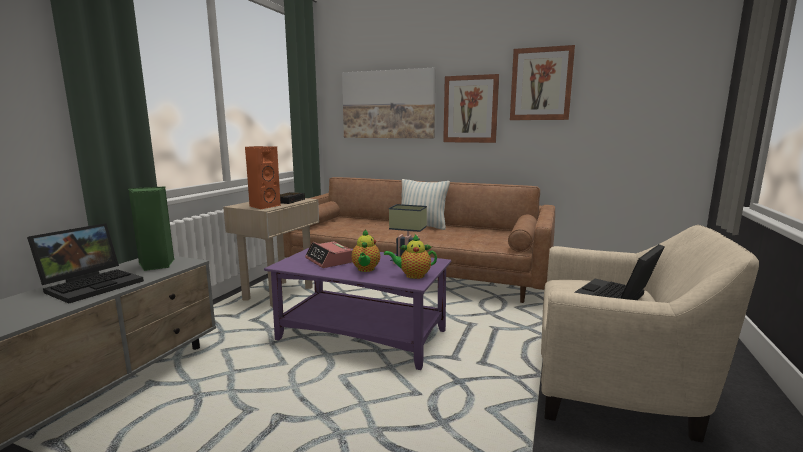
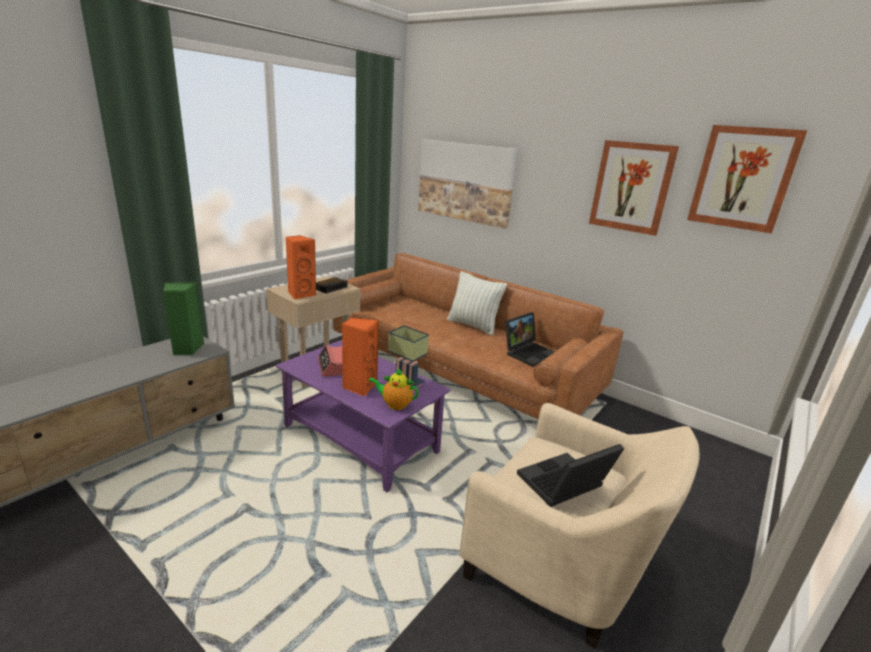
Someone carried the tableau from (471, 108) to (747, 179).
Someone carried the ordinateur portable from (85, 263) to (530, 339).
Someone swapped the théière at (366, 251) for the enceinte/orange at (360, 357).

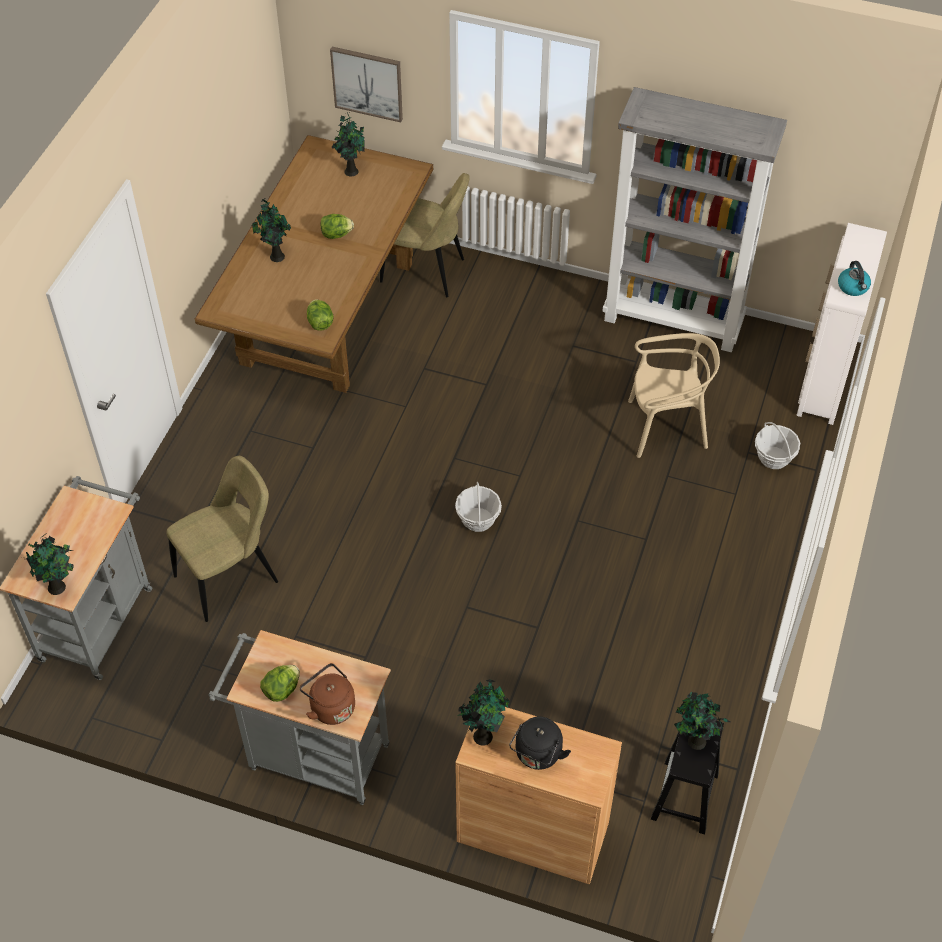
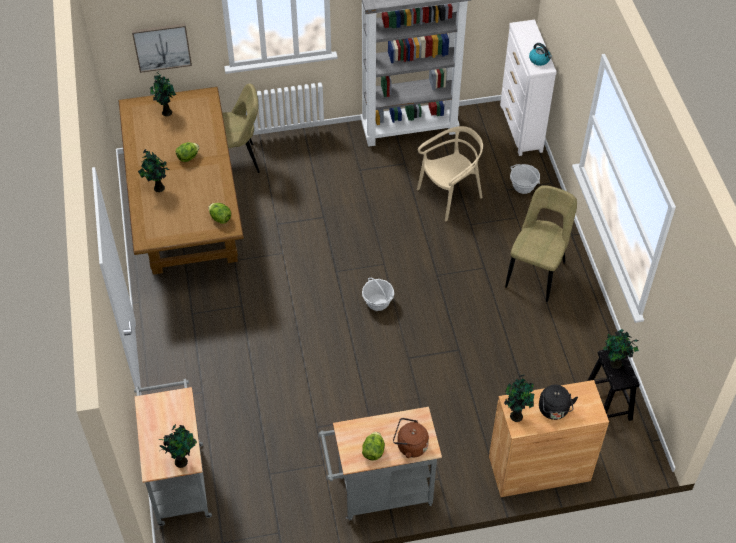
Someone carried the chaise/beige from (222, 539) to (541, 243).

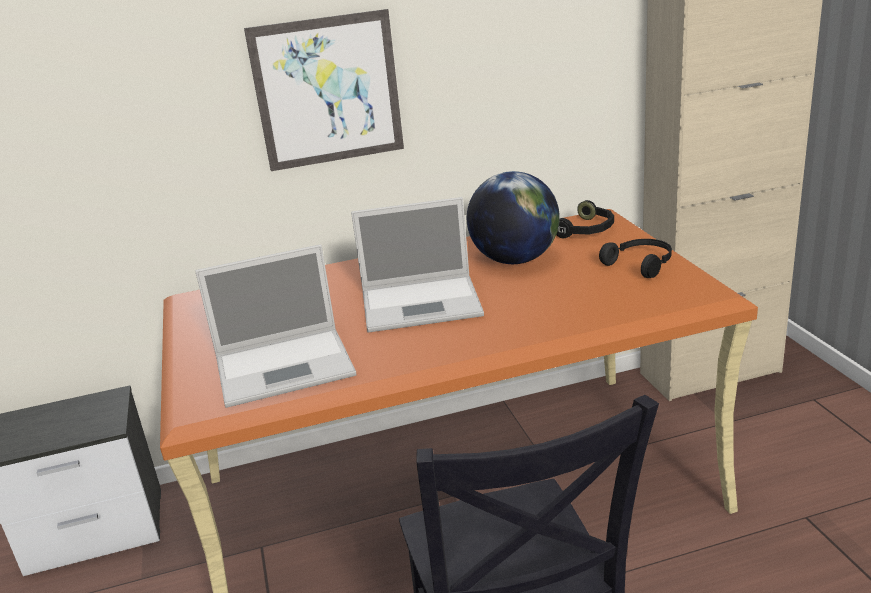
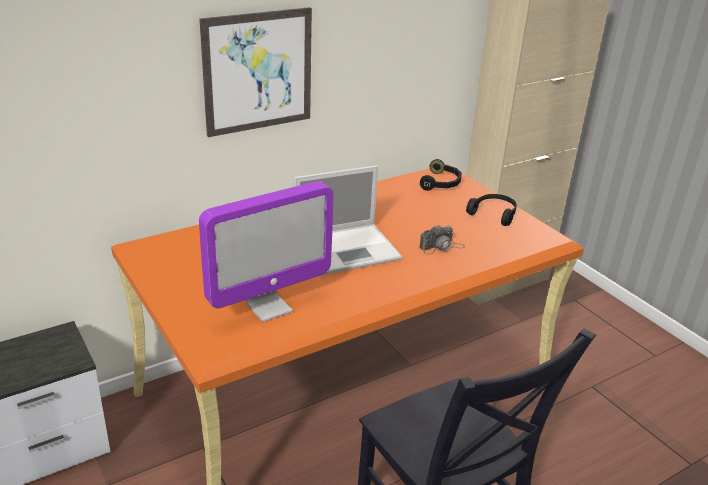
Someone took away the globe at (513, 217).
Someone swapped the ordinateur portable at (275, 326) for the écran d'ordinateur at (266, 251).
Someone put down the appareil photo at (442, 240).

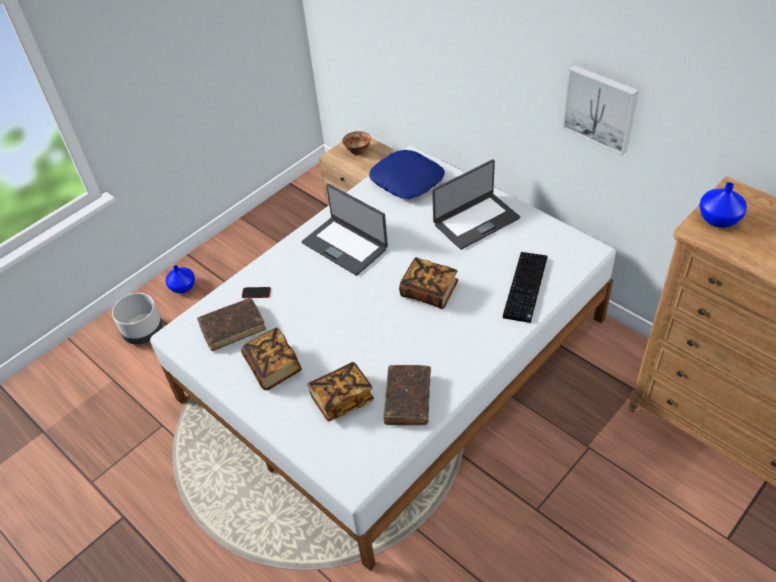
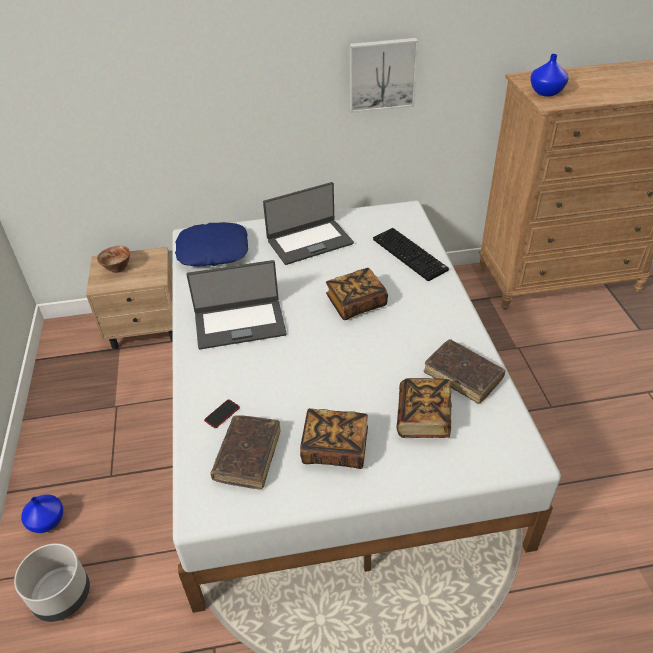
Someone rotated the ordinateur portable at (476, 205) by 60 degrees clockwise.

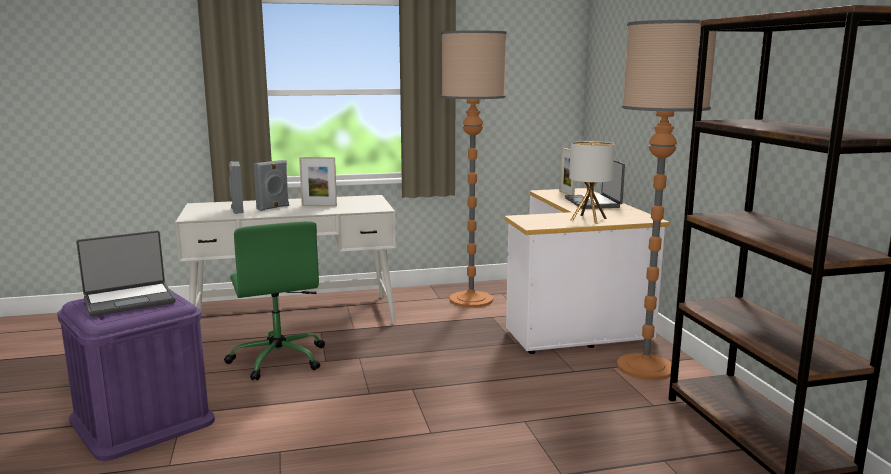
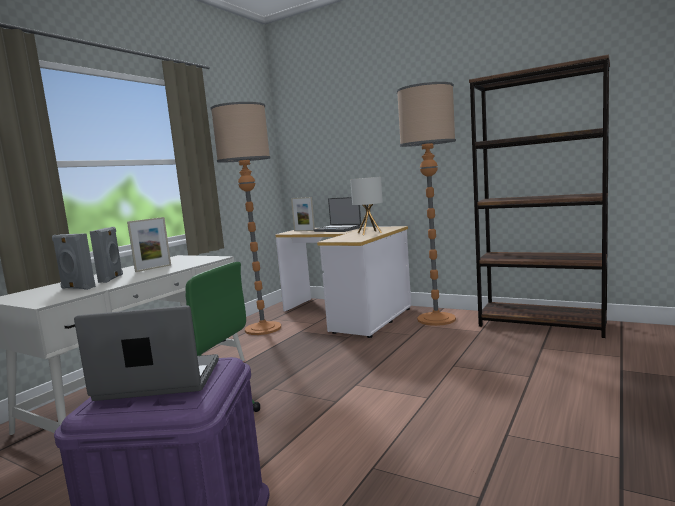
Someone rotated the ordinateur portable at (126, 273) by 105 degrees counterclockwise.

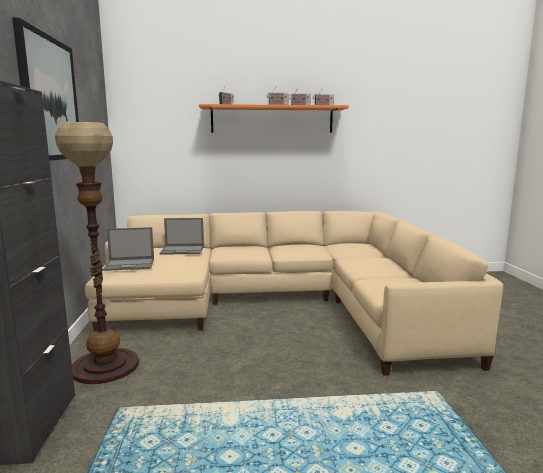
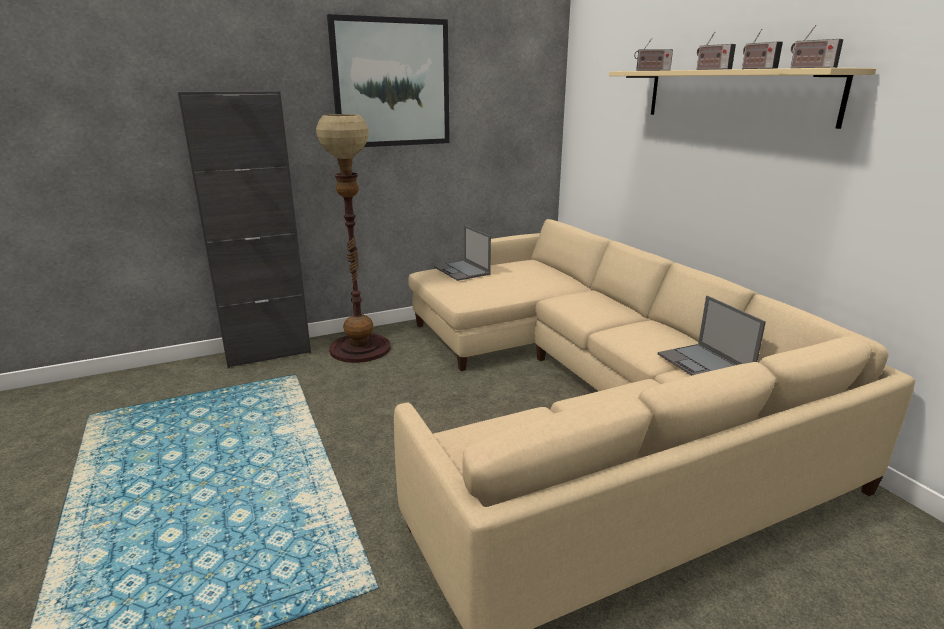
Someone repainted the étagère/orange at (274, 118), which became the étagère/beige at (742, 98).
Someone carried the ordinateur portable from (182, 236) to (712, 336).

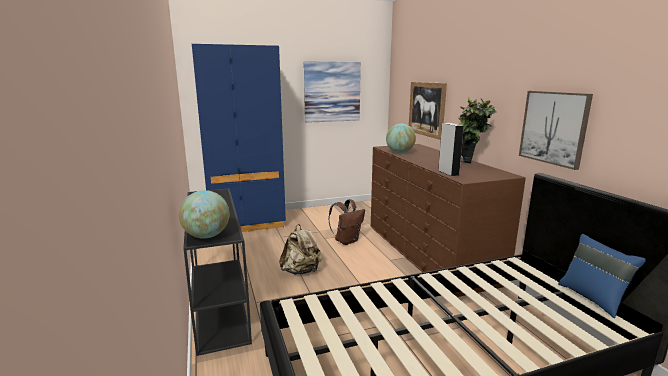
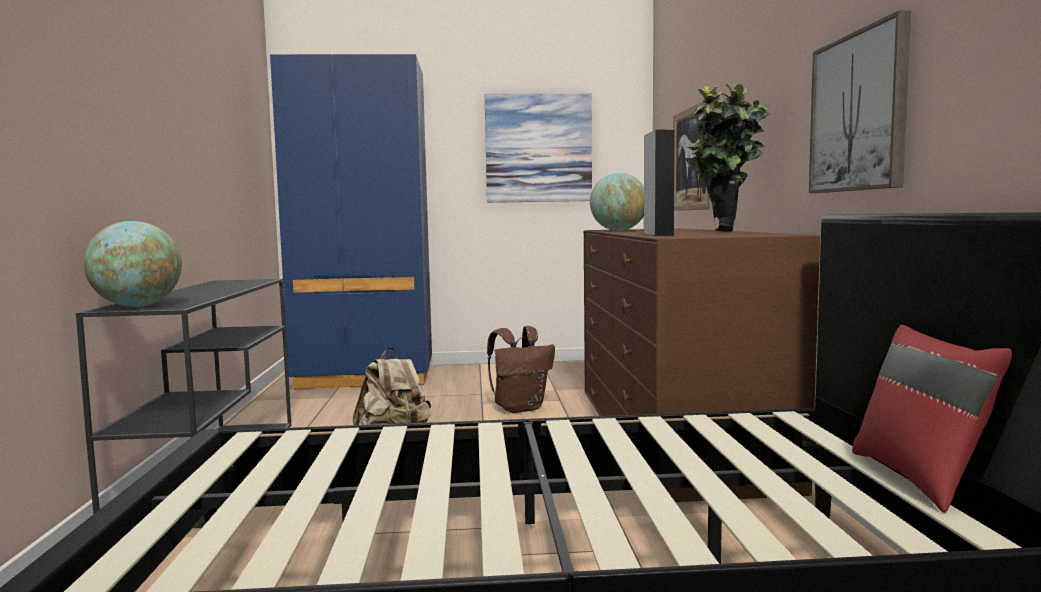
Someone repainted the coussin/bleu at (601, 276), which became the coussin/rouge at (932, 419).

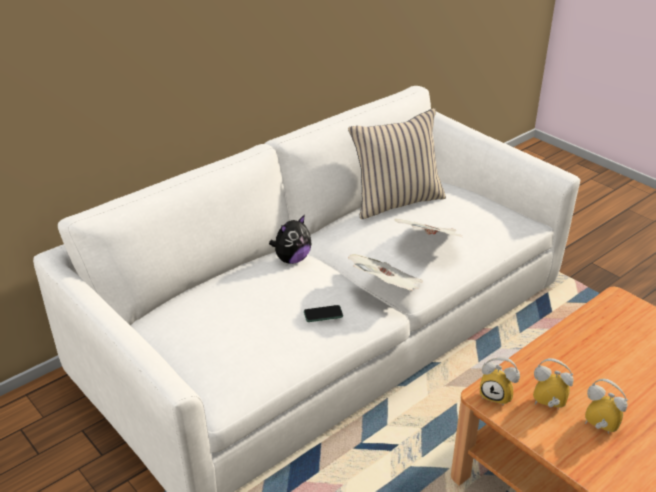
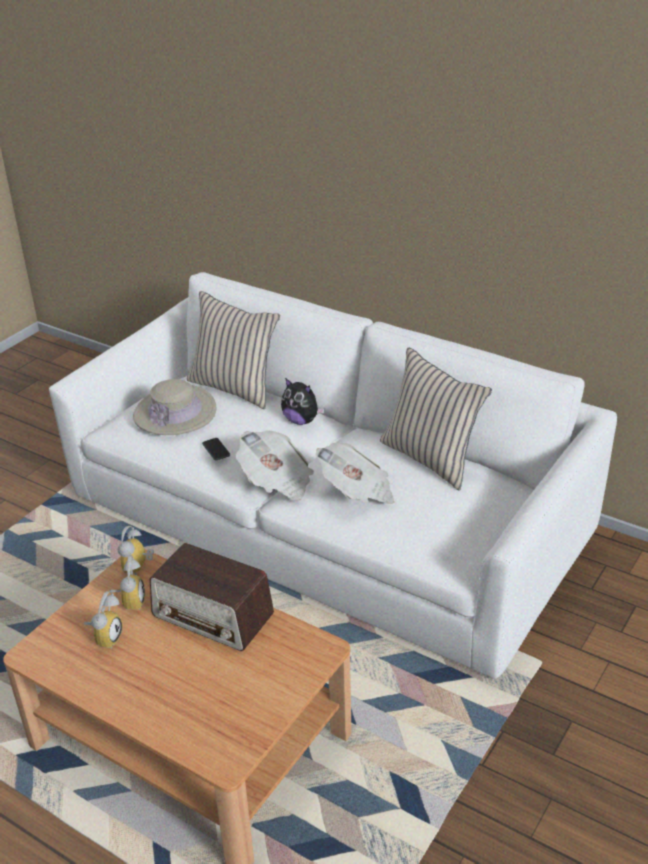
Someone put down the coussin/beige at (233, 350).
Someone put down the chapeau/beige at (174, 407).
Someone put down the radio at (212, 597).

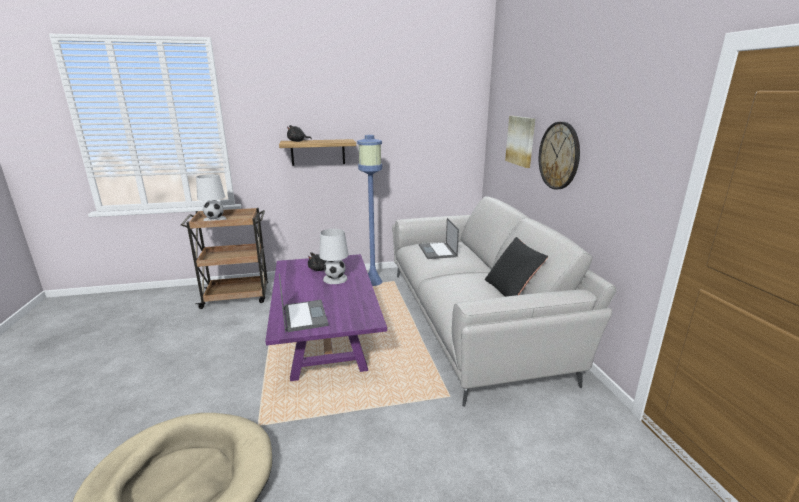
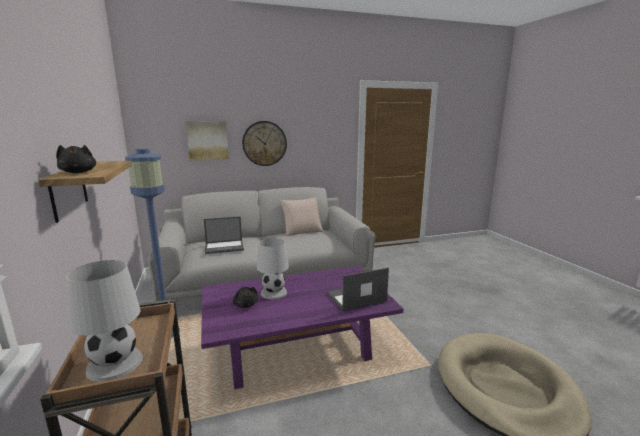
Someone repainted the coussin/noir at (516, 267), which became the coussin/beige at (302, 216).

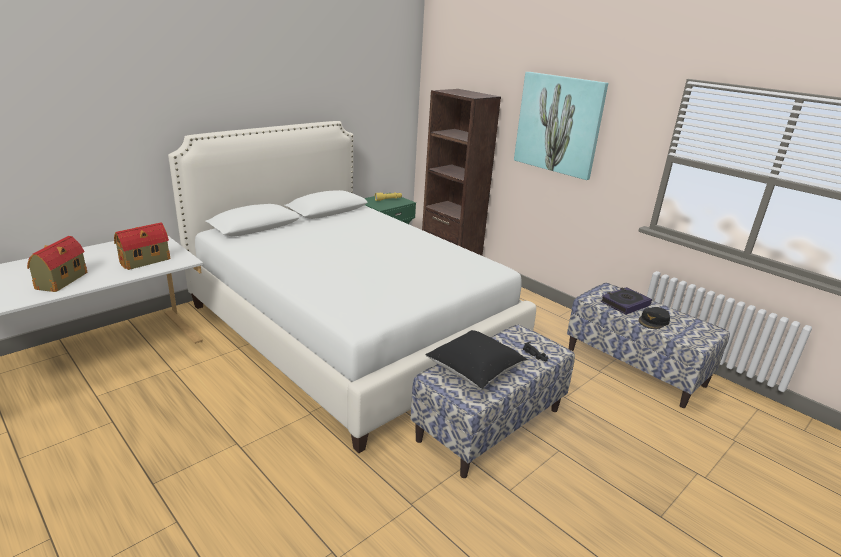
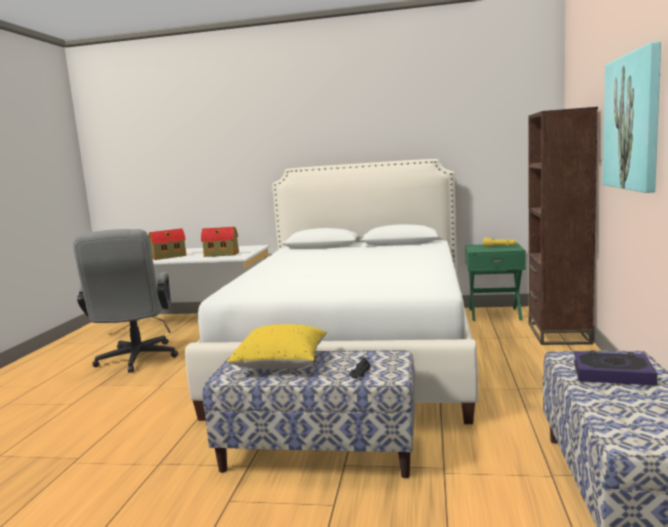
Someone took away the casquette/noir at (654, 318).
Someone repainted the coussin/noir at (476, 359), which became the coussin/jaune at (277, 346).
Someone put down the chaise de bureau/gris at (125, 301).

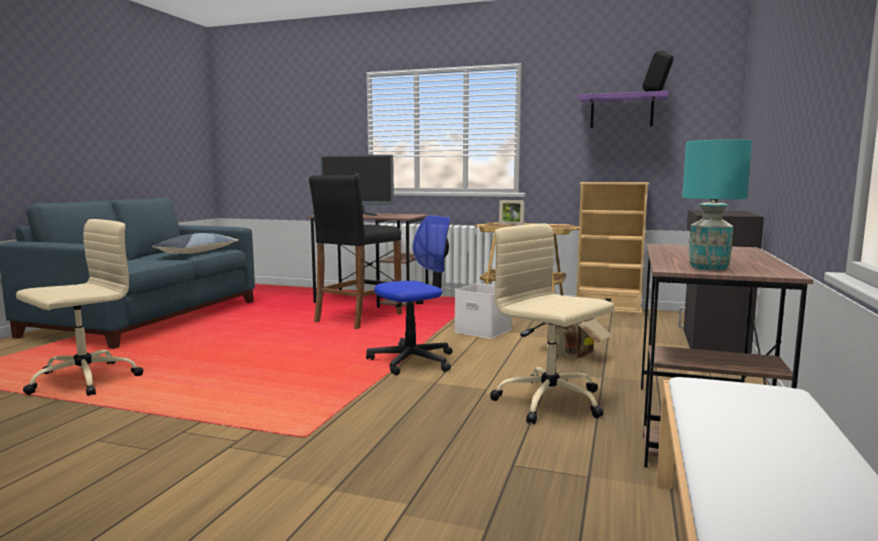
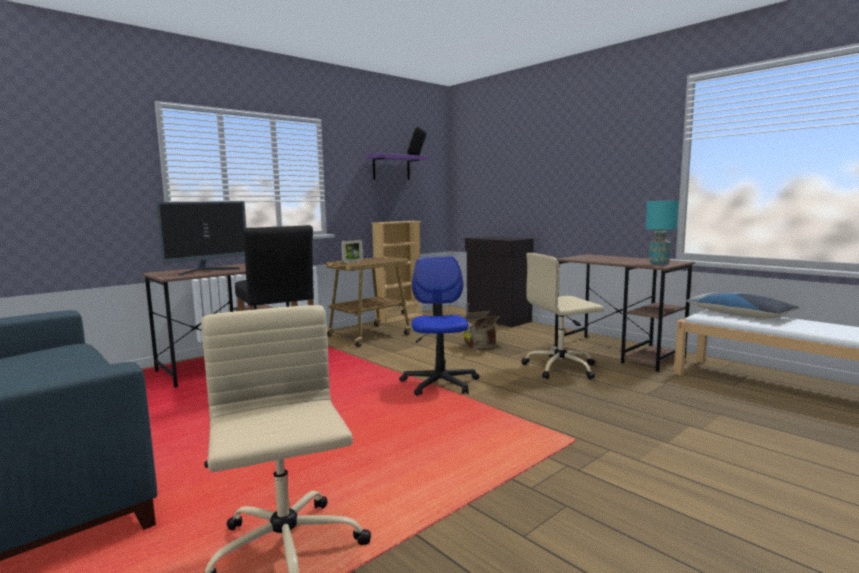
Someone carried the coussin from (195, 243) to (742, 305).
Someone took away the boîte de rangement/blanc at (483, 311).

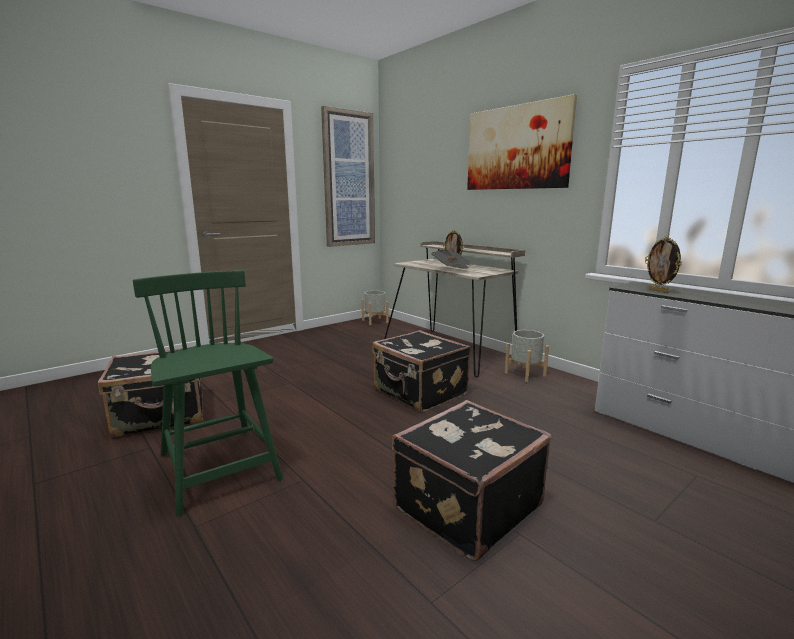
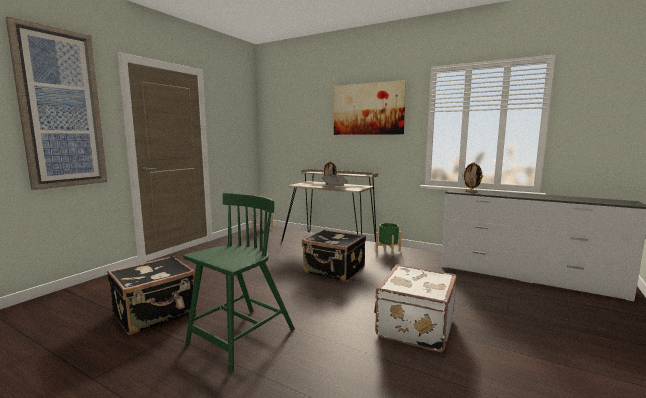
Someone carried the tableau from (348, 176) to (56, 103).
Someone rotated the chaise/vert at (208, 393) by 90 degrees clockwise.
Someone repainted the cache-pot/gris at (527, 356), which became the cache-pot/vert at (388, 239).
Someone repainted the valise/noir at (472, 480), which became the valise/blanc at (415, 308).

